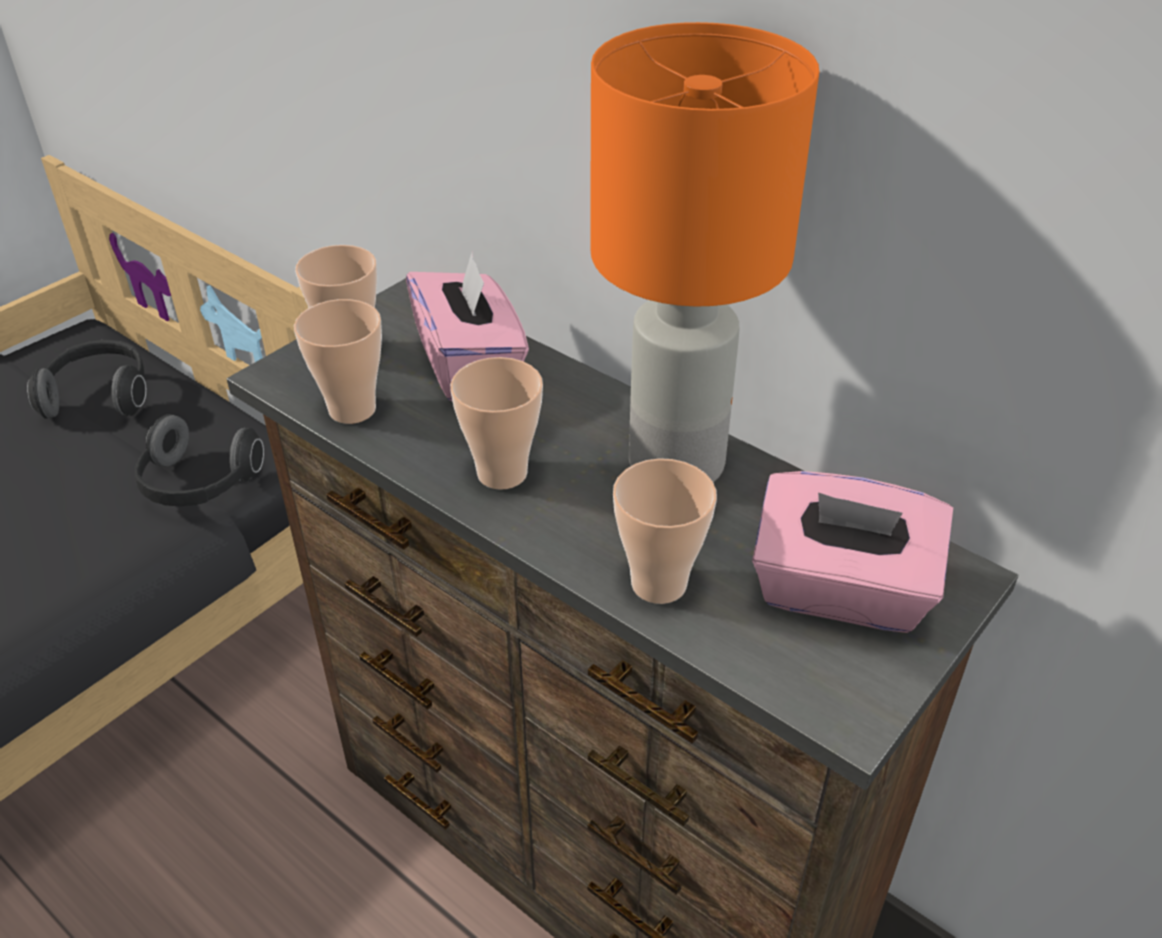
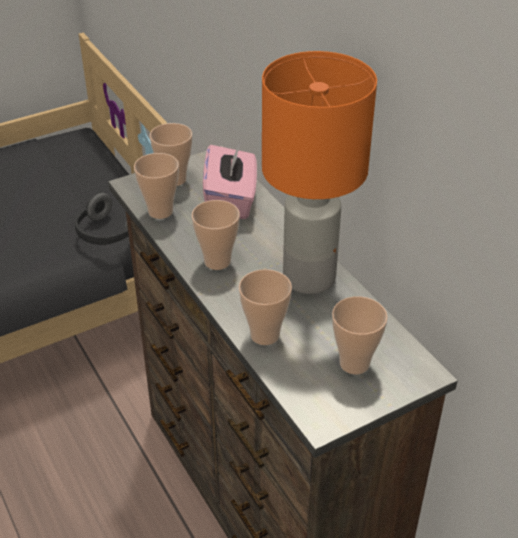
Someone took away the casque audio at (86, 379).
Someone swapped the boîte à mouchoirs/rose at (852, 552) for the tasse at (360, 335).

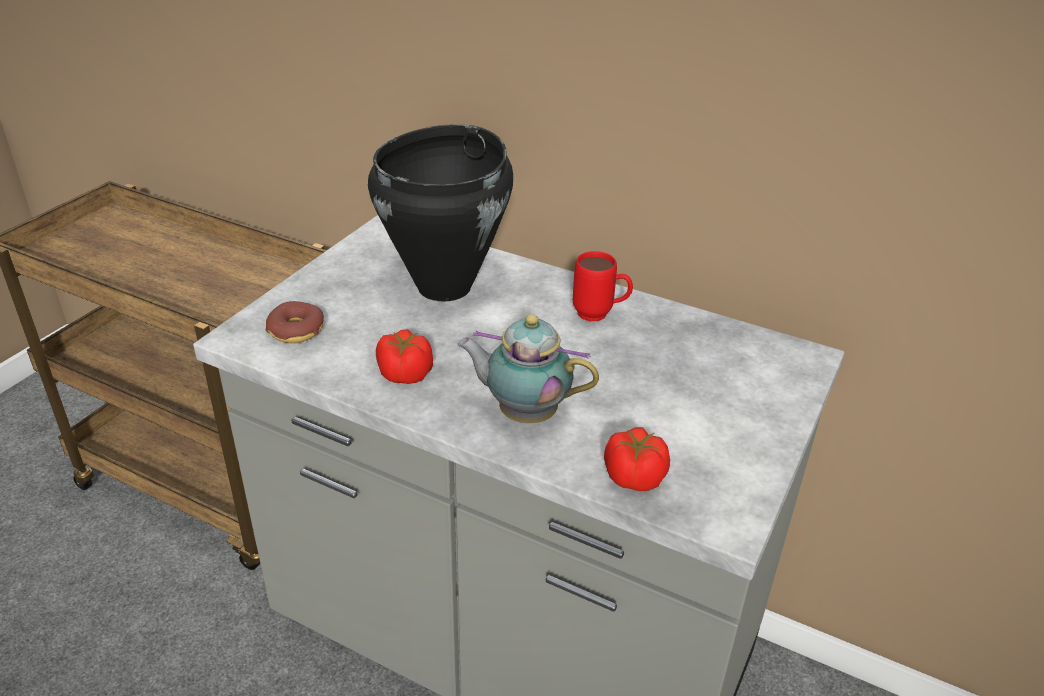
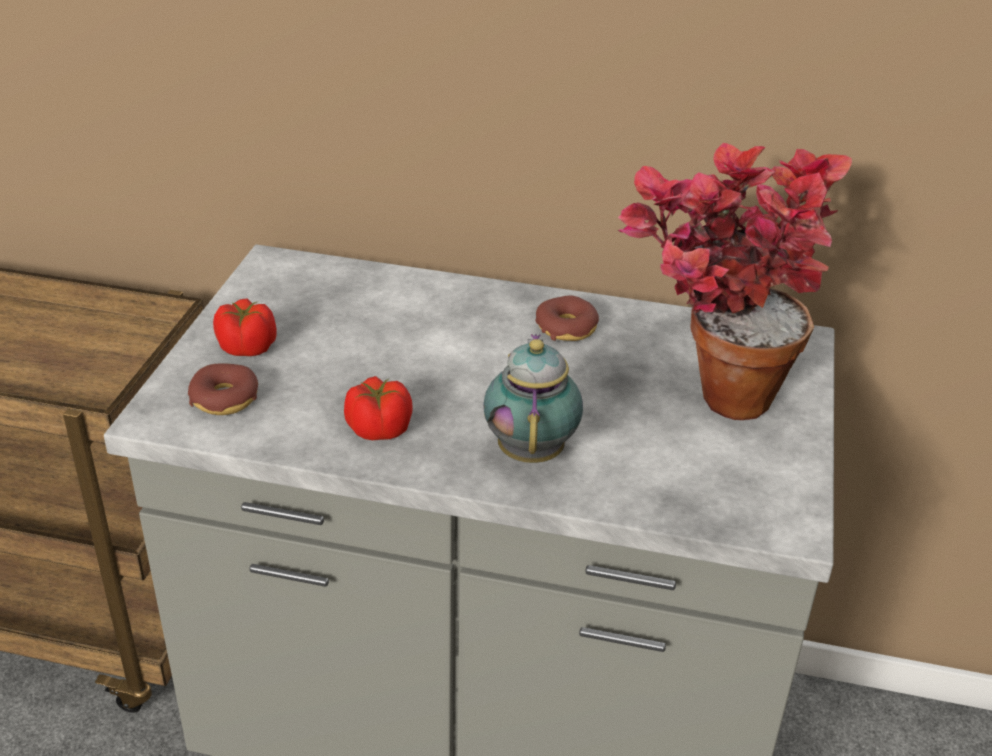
Someone took away the marmite/noir at (440, 212).
Someone swapped the mug/rouge at (603, 286) for the beignet at (567, 318).
Someone rotated the théière at (528, 368) by 90 degrees clockwise.
Someone carried the tomate from (637, 459) to (245, 327).
Someone put down the plante en pot at (735, 281).

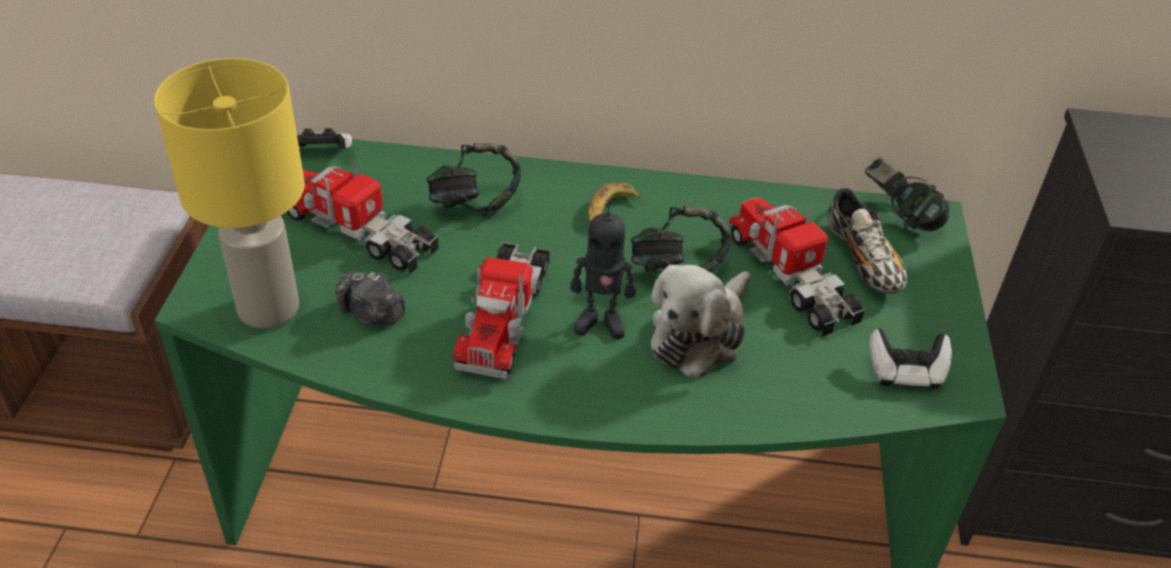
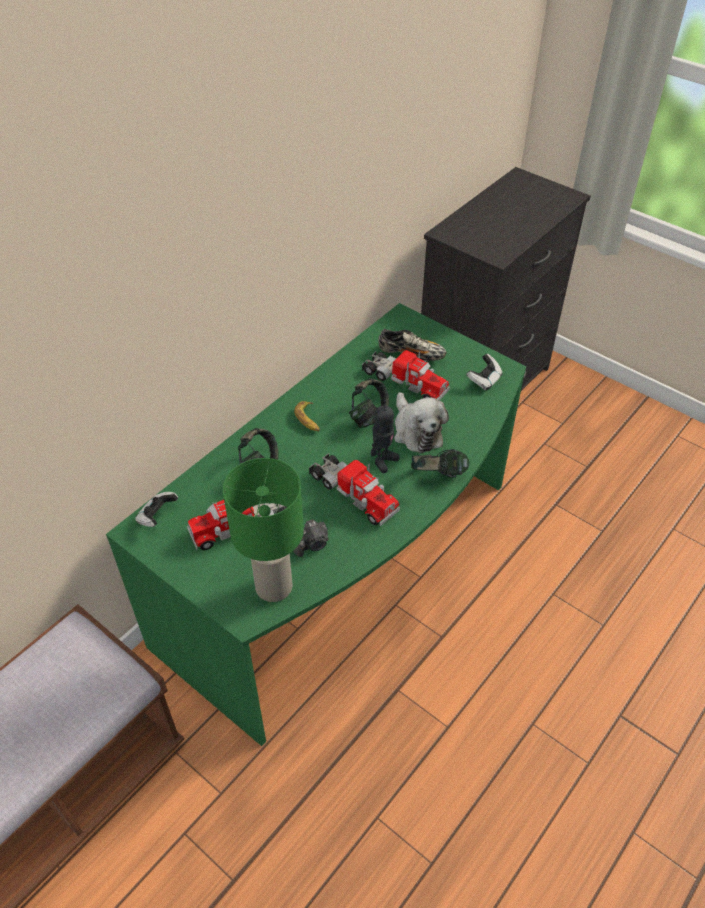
Someone repainted the lampe de table/jaune at (229, 193), which became the lampe de table/vert at (263, 530).
Someone carried the casque audio from (907, 194) to (440, 463).
Someone rotated the camion jouet at (796, 267) by 150 degrees counterclockwise.

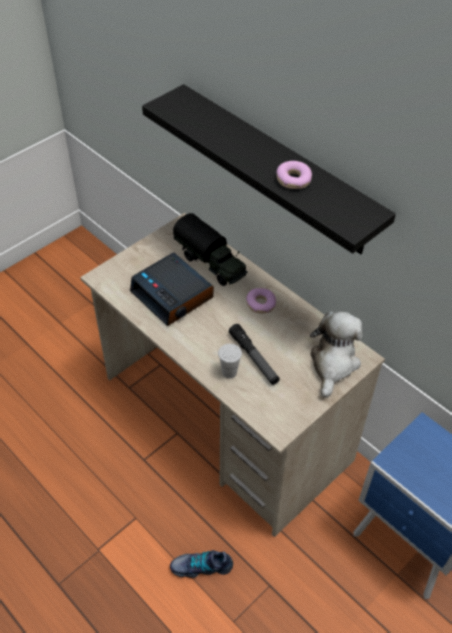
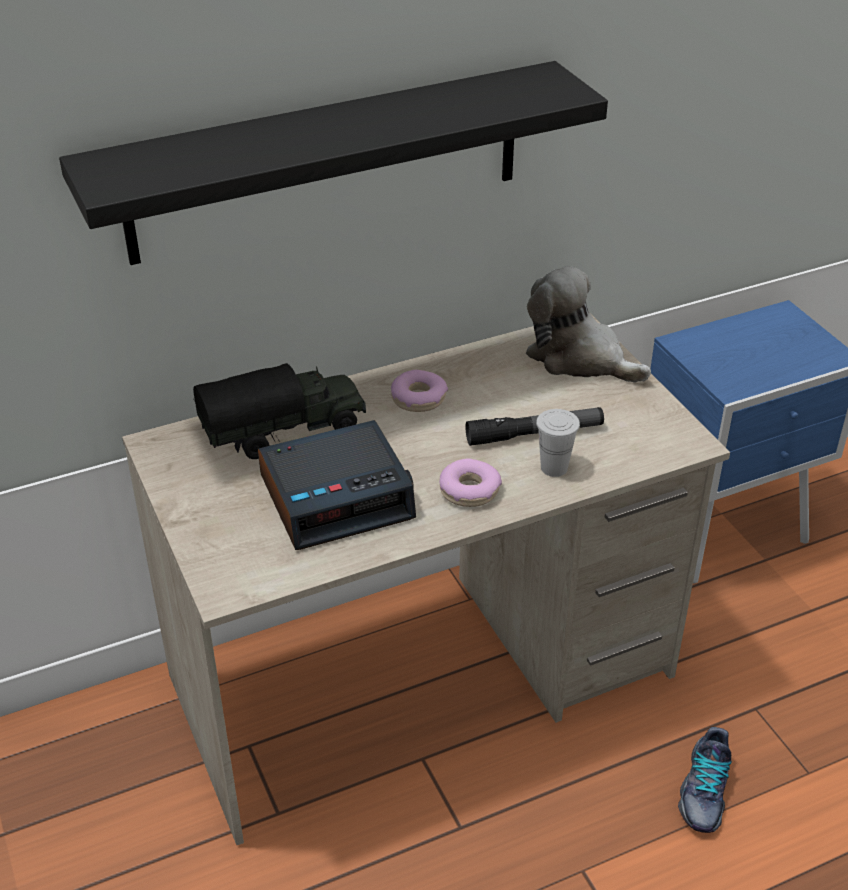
Someone carried the beignet from (294, 175) to (471, 482).

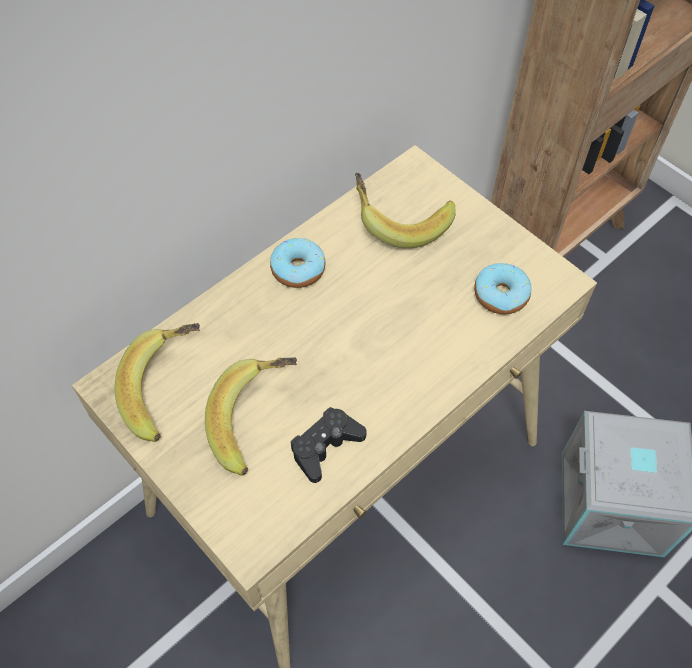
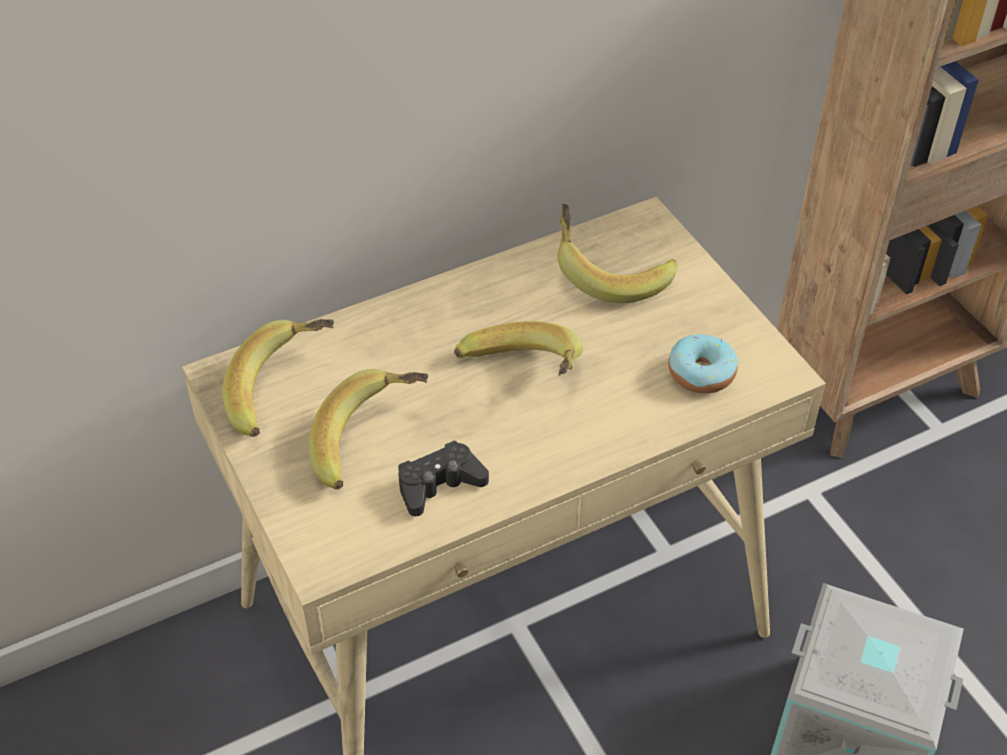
Someone took away the beignet at (297, 263).
Someone put down the banane at (518, 348).

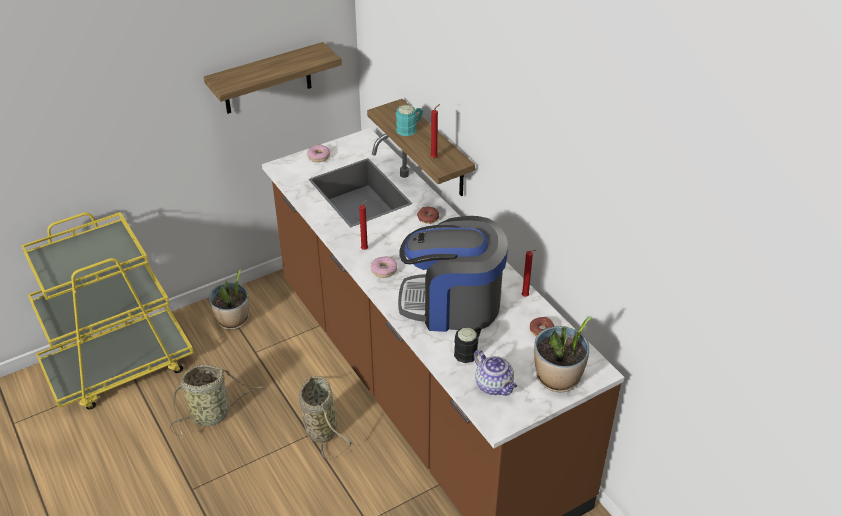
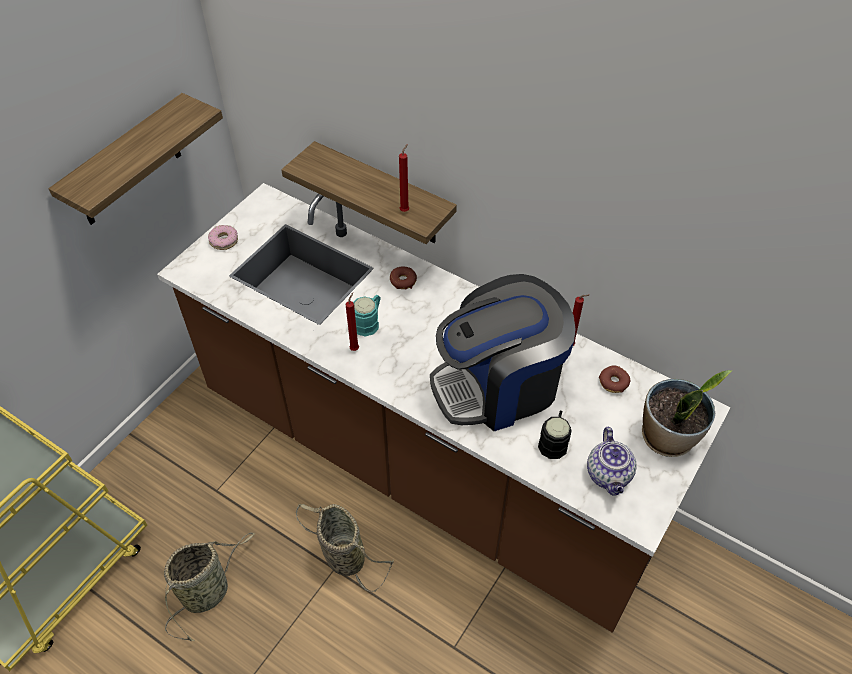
Someone carried the mug/turquoise from (409, 120) to (367, 315).
Someone took away the beignet at (384, 267).
Someone took away the plante en pot at (229, 299).
Someone rotated the théière at (495, 373) by 60 degrees clockwise.

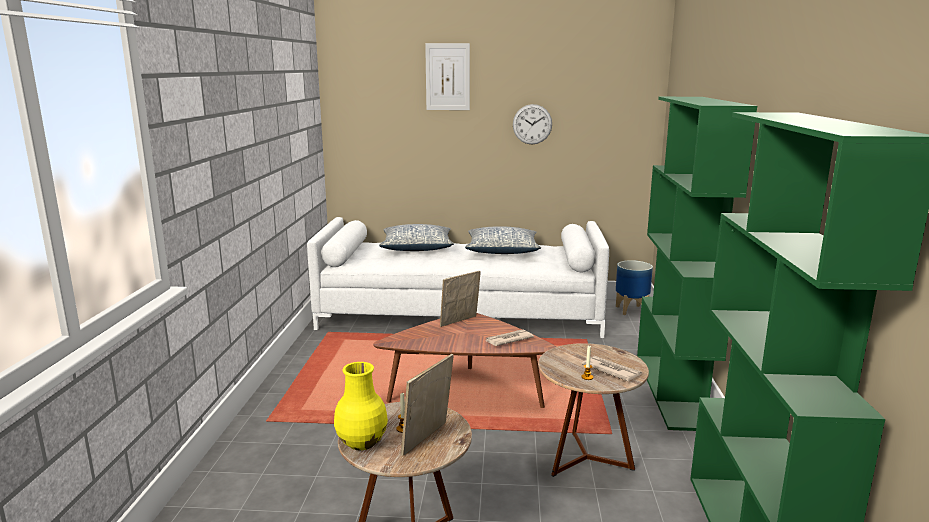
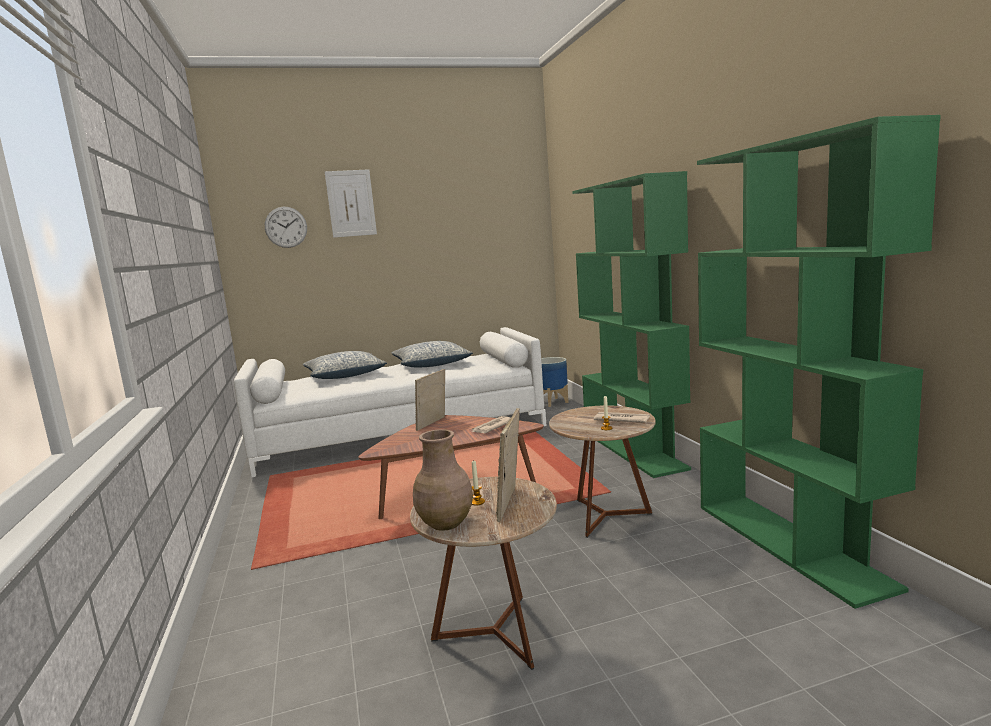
Someone carried the horloge murale from (532, 124) to (286, 227).
Someone repainted the vase/jaune at (361, 406), which became the vase/marron at (443, 480).

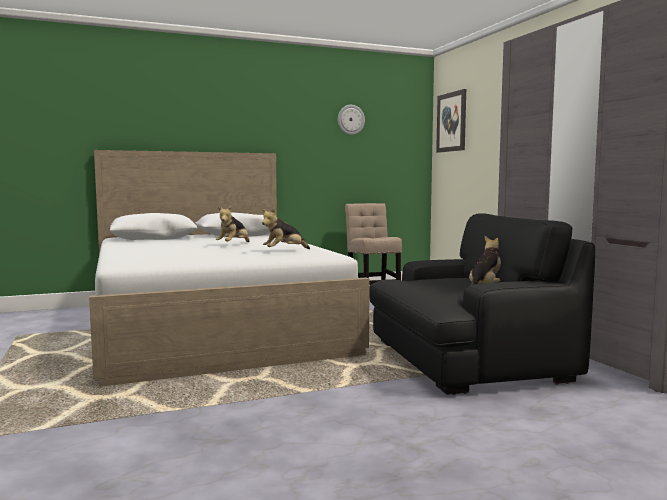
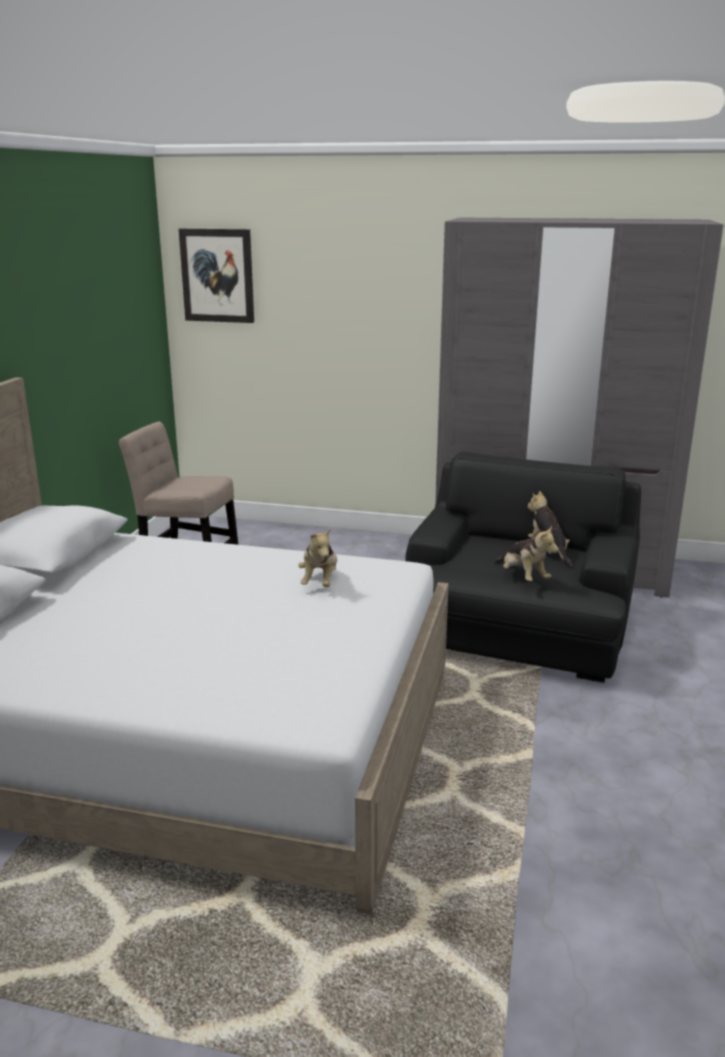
Someone took away the horloge murale at (351, 120).
Someone carried the peluche from (232, 224) to (527, 553).

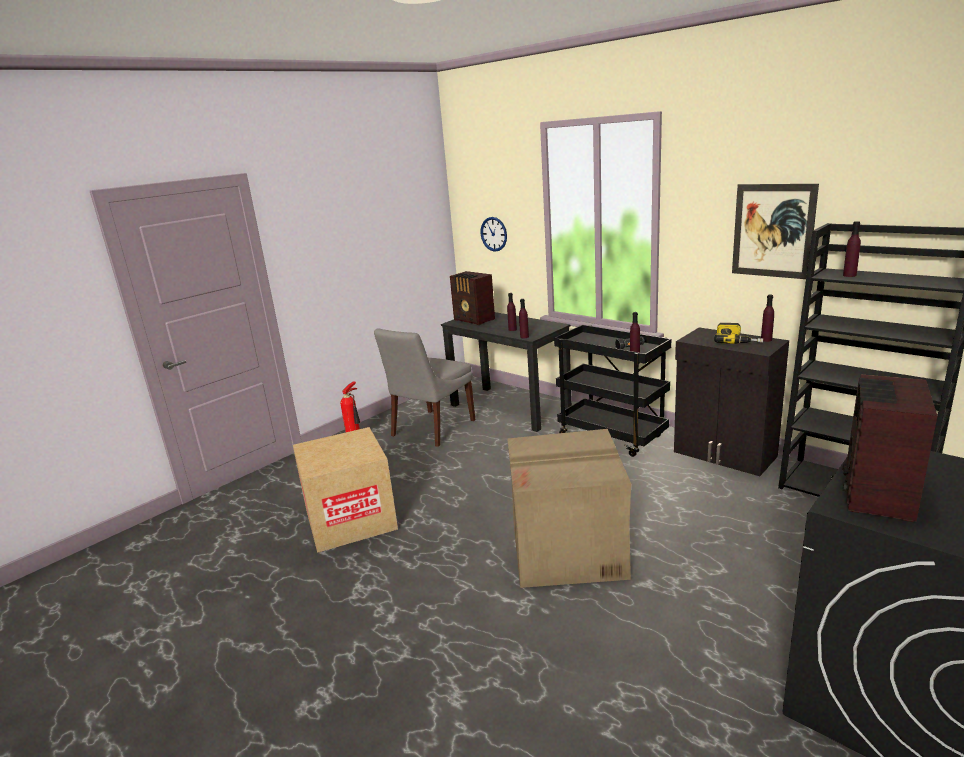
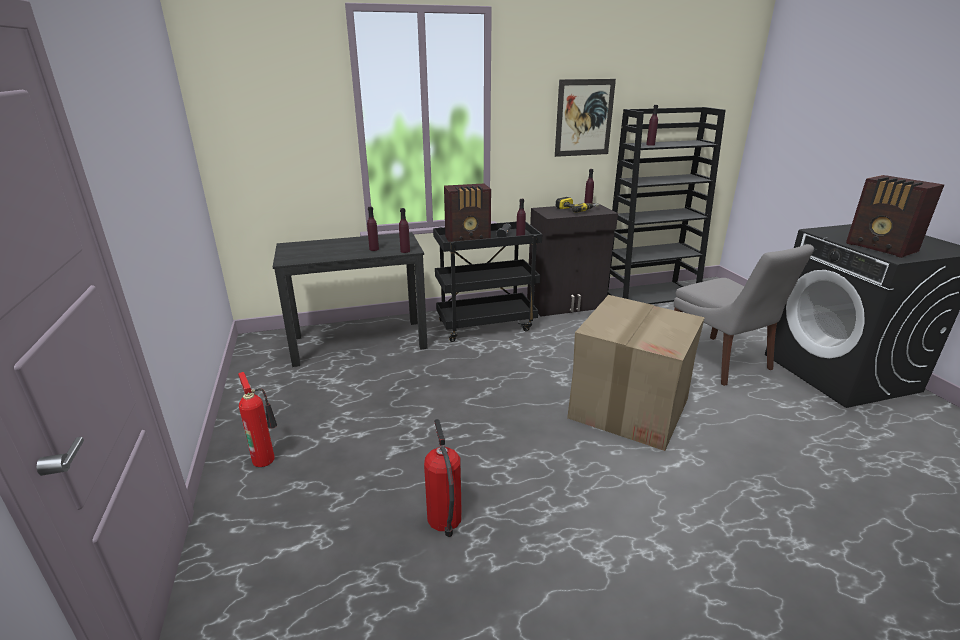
Someone took away the horloge murale at (493, 234).
Someone carried the radio from (472, 298) to (467, 213).
Someone carried the chaise/gris from (424, 387) to (744, 315).
Someone swapped the carton at (345, 490) for the extincteur at (443, 478).

